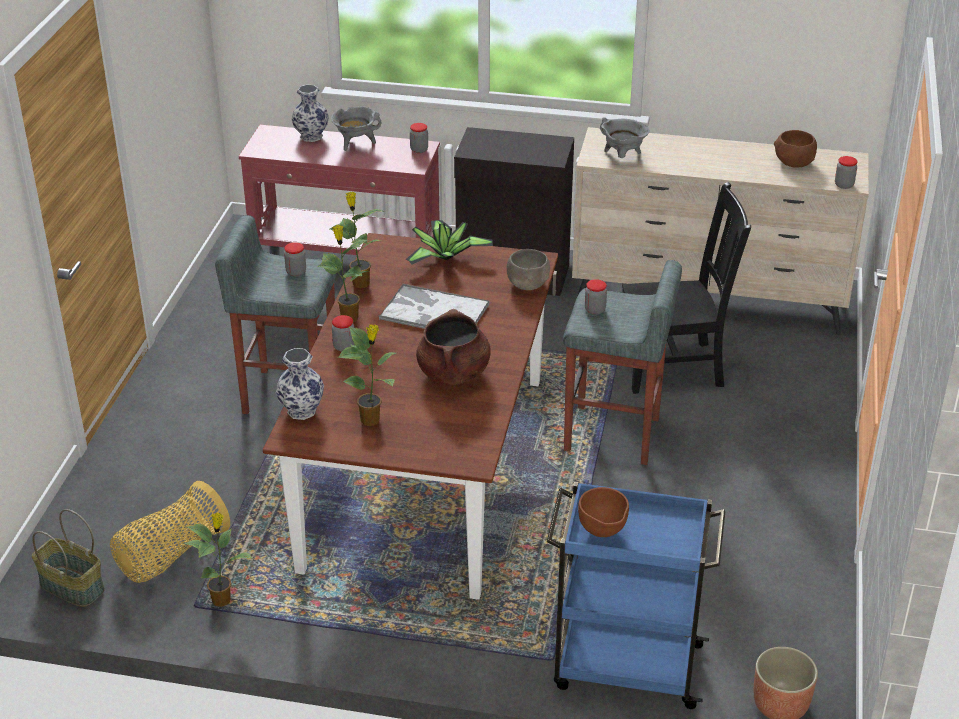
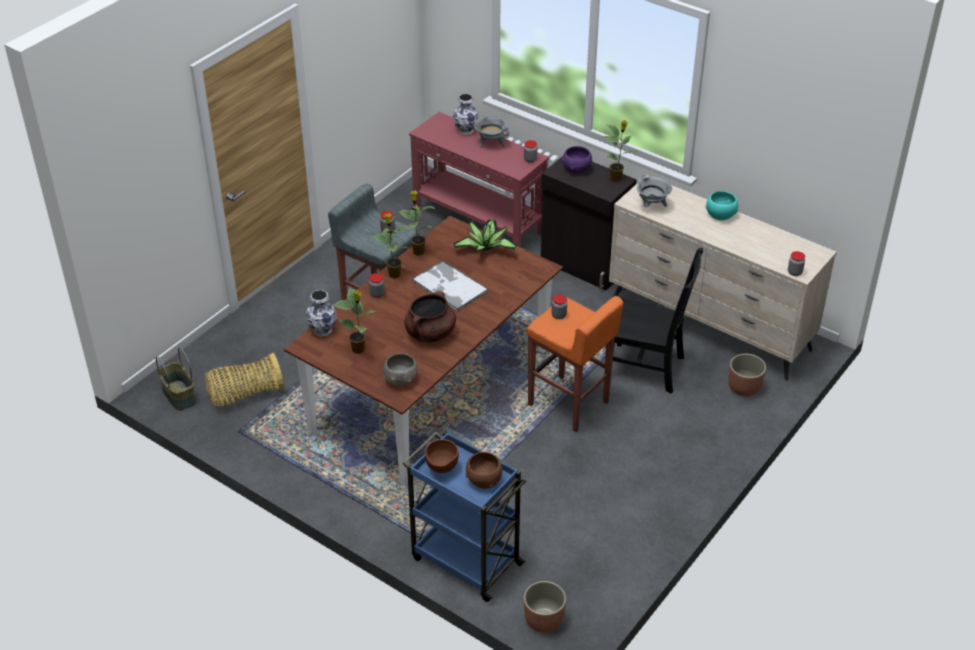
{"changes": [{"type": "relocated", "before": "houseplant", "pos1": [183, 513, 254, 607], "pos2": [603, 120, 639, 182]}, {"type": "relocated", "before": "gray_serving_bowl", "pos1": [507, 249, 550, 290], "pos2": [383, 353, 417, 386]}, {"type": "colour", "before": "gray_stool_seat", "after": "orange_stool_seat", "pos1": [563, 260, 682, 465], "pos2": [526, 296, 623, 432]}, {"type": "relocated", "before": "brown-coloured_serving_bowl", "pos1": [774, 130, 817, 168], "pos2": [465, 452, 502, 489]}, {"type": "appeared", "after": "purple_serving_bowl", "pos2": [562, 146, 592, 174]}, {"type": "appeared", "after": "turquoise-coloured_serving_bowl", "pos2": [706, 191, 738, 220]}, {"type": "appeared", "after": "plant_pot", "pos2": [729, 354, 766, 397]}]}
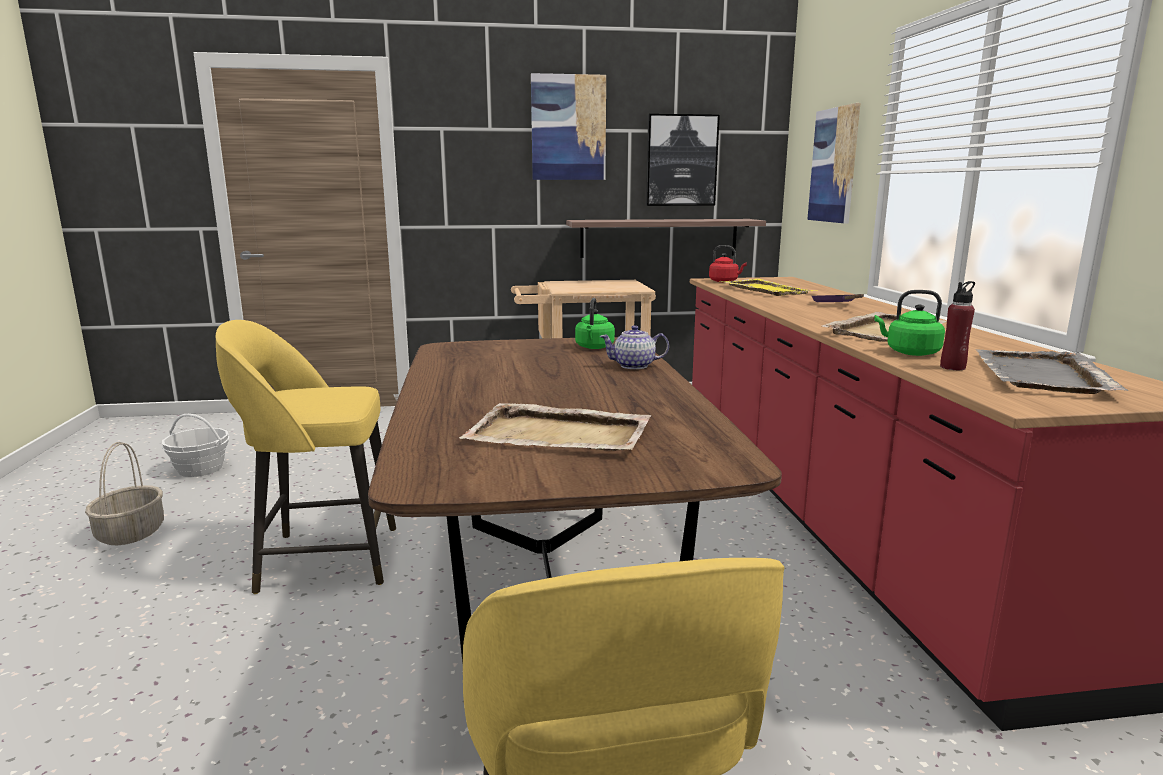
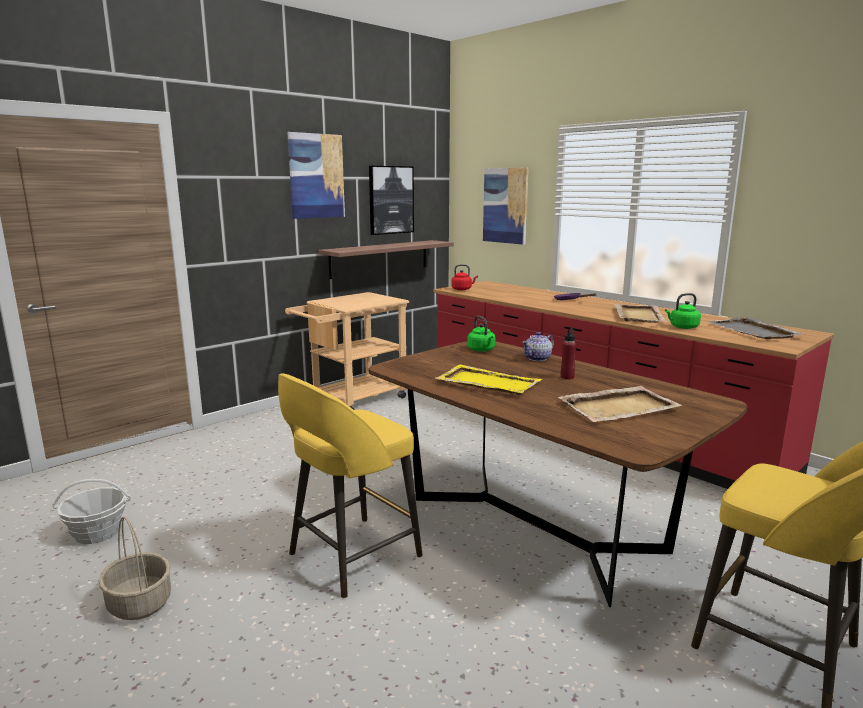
{"changes": [{"type": "relocated", "before": "yellow-coloured_carrying_tray", "pos1": [720, 279, 816, 296], "pos2": [435, 365, 542, 395]}, {"type": "relocated", "before": "reddish_drink_bottle", "pos1": [940, 281, 975, 370], "pos2": [560, 328, 576, 380]}]}
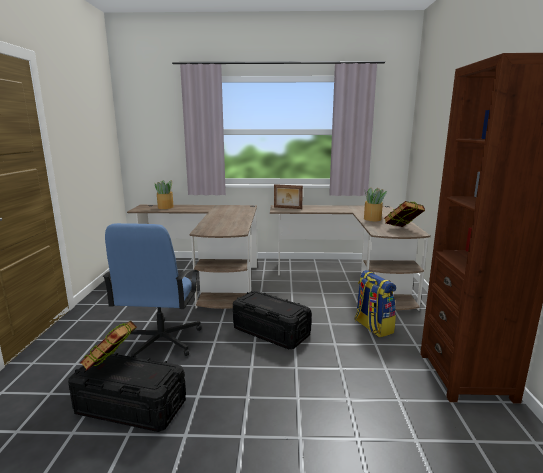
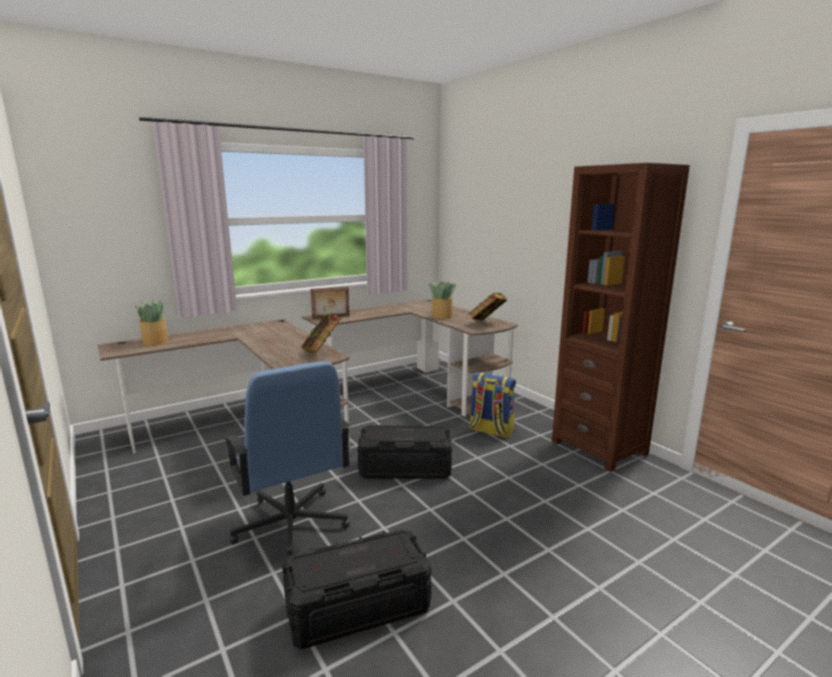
{"changes": [{"type": "relocated", "before": "volume", "pos1": [79, 321, 137, 370], "pos2": [301, 313, 341, 353]}]}
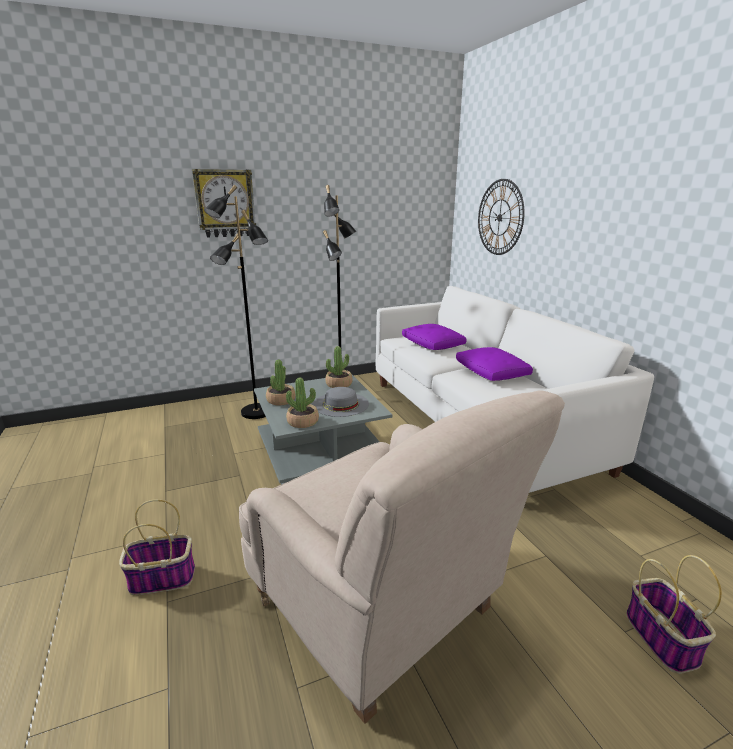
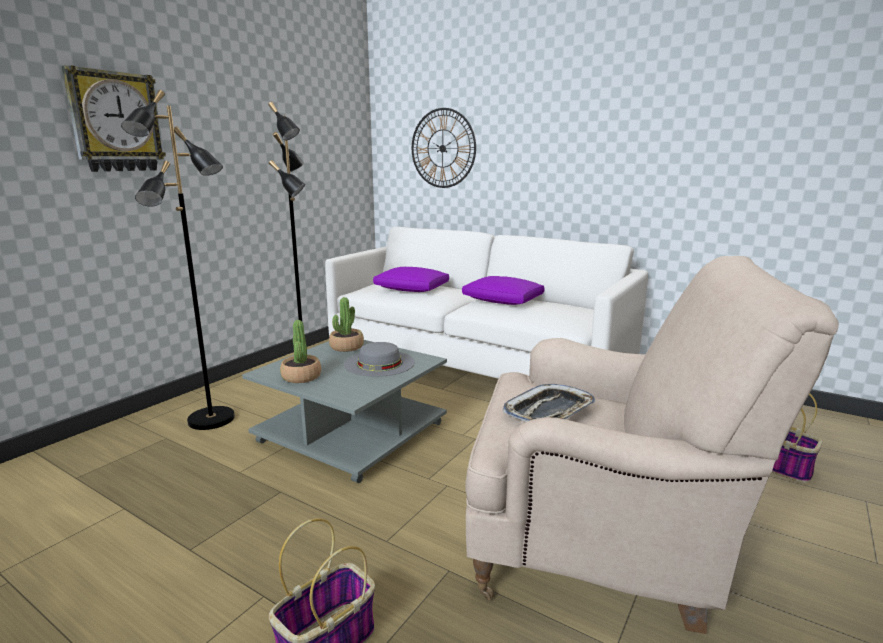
{"changes": [{"type": "missing", "before": "houseplant", "pos1": [286, 377, 319, 428]}, {"type": "appeared", "after": "carrying_tray", "pos2": [503, 384, 595, 422]}]}
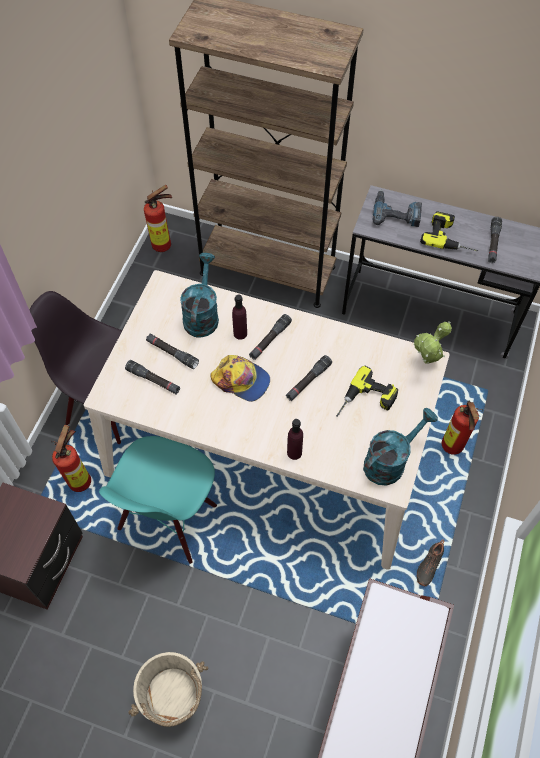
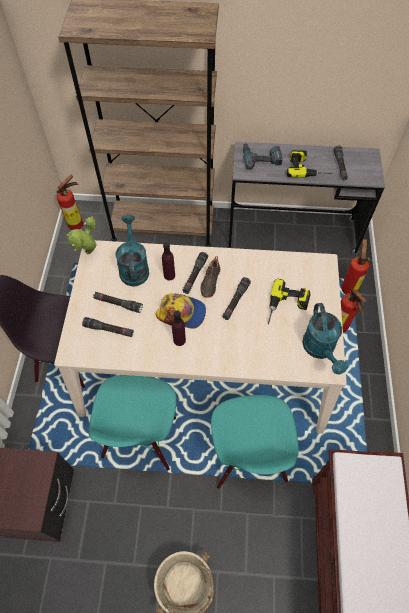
{"changes": [{"type": "relocated", "before": "extinguisher", "pos1": [51, 425, 91, 492], "pos2": [341, 239, 370, 294]}, {"type": "relocated", "before": "purple_drink_bottle", "pos1": [287, 419, 303, 460], "pos2": [172, 310, 186, 346]}, {"type": "spun", "before": "turquoise-coloured_sprinkling_can", "pos1": [363, 408, 438, 486], "pos2": [302, 303, 348, 374], "turn": 135}, {"type": "relocated", "before": "houseplant", "pos1": [413, 321, 452, 364], "pos2": [66, 216, 97, 254]}, {"type": "relocated", "before": "black_shoe", "pos1": [417, 540, 445, 587], "pos2": [201, 256, 220, 298]}, {"type": "appeared", "after": "turquoise-coloured_plain_chair", "pos2": [211, 395, 299, 489]}]}
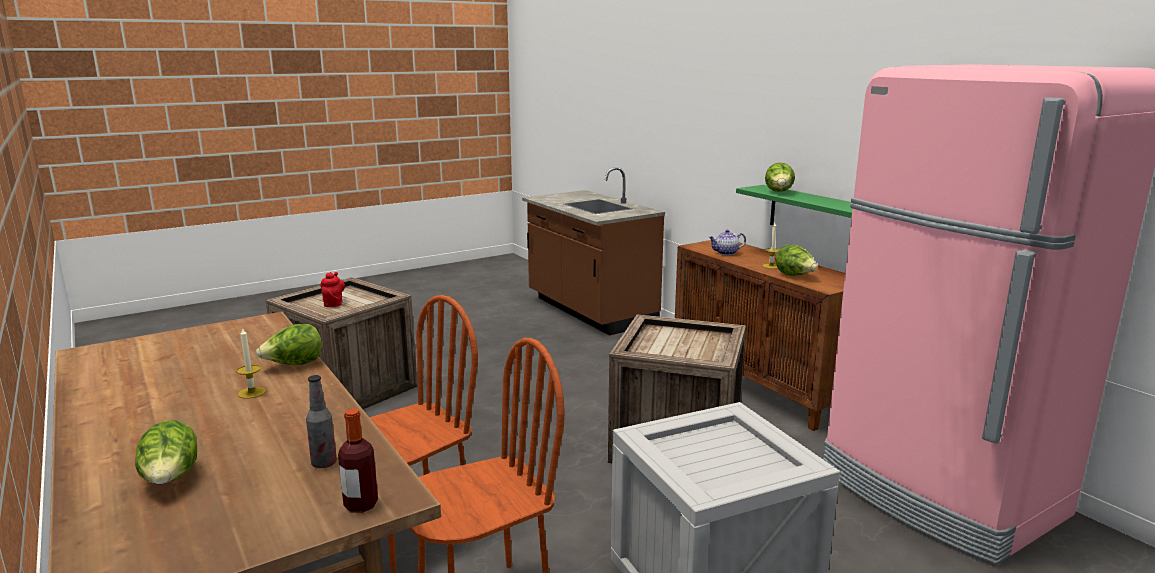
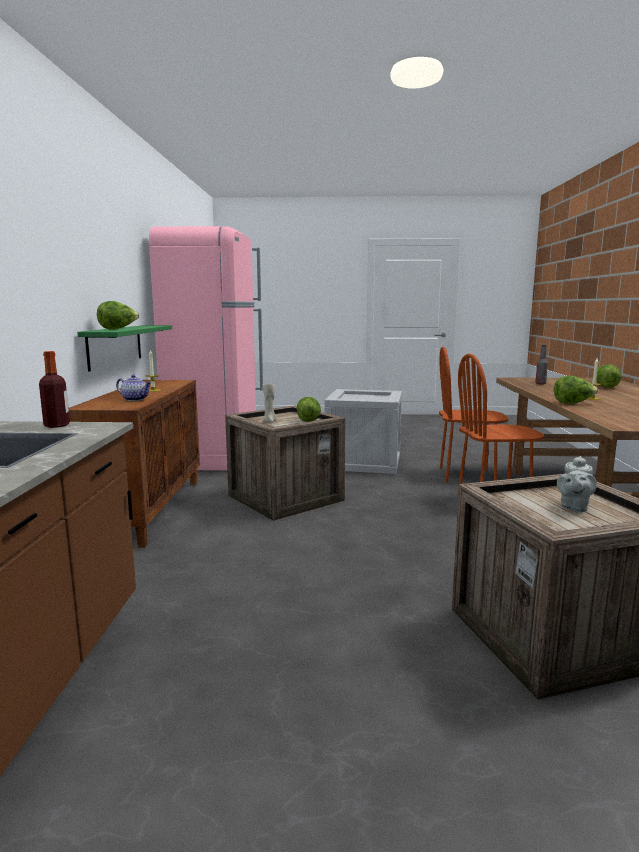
{"changes": [{"type": "colour", "before": "reddish_pot_for_tea", "after": "gray_pot_for_tea", "pos1": [320, 272, 345, 307], "pos2": [557, 456, 597, 512]}, {"type": "relocated", "before": "drink_bottle", "pos1": [338, 409, 378, 513], "pos2": [39, 351, 70, 428]}, {"type": "relocated", "before": "head_of_lettuce", "pos1": [775, 245, 818, 276], "pos2": [297, 397, 321, 422]}, {"type": "appeared", "after": "beige-coloured_wax_candle", "pos2": [263, 381, 277, 422]}]}
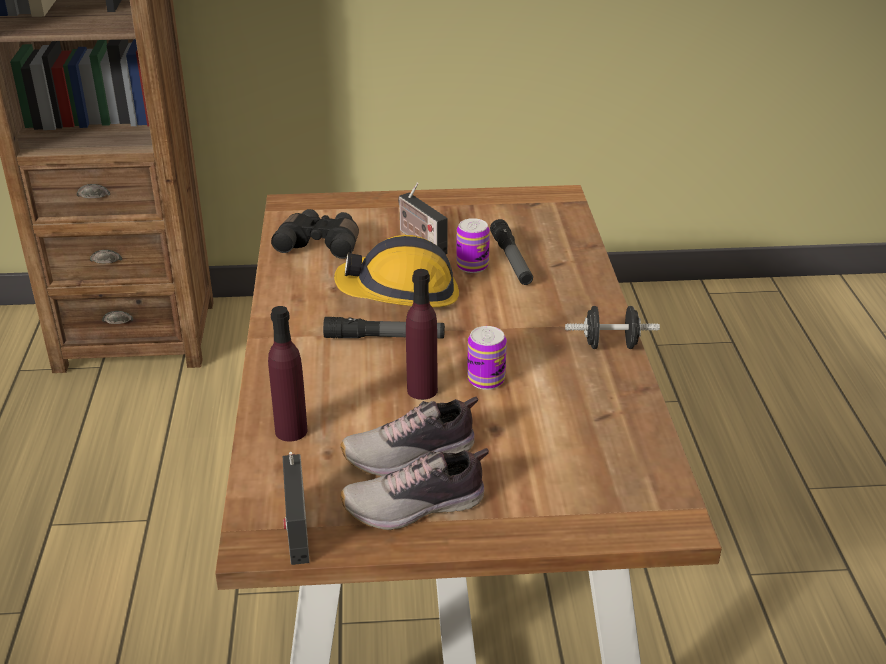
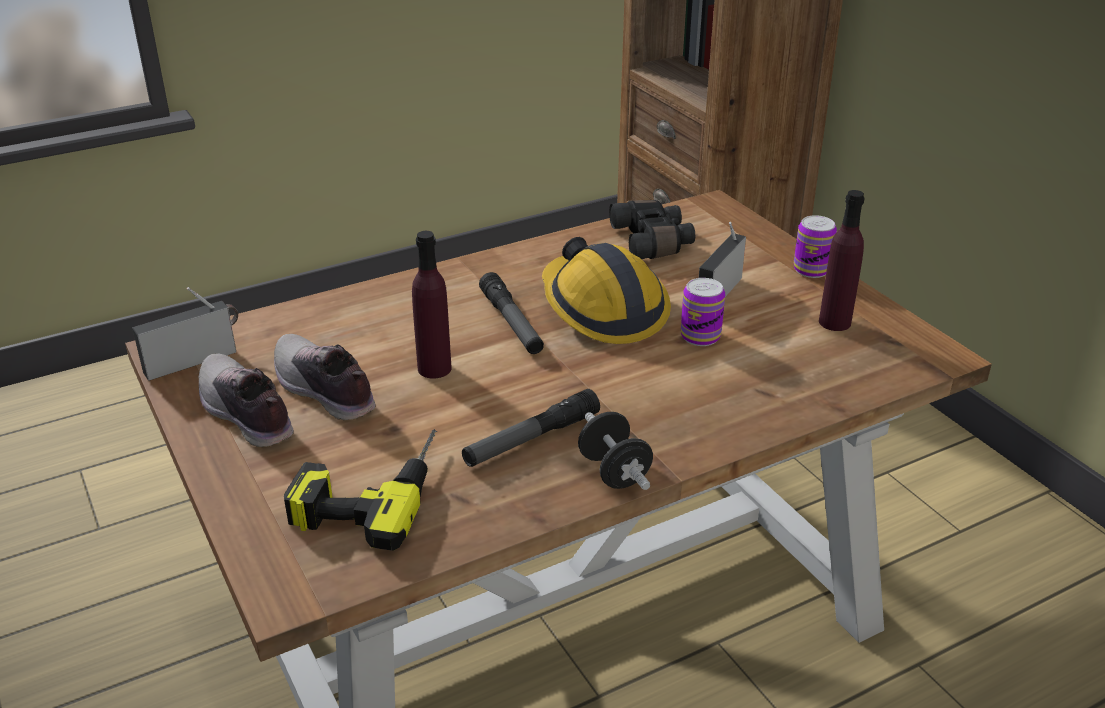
{"changes": [{"type": "relocated", "before": "purple_drink_bottle", "pos1": [268, 306, 307, 442], "pos2": [819, 190, 865, 331]}, {"type": "relocated", "before": "sealed_can", "pos1": [467, 326, 507, 390], "pos2": [794, 215, 837, 278]}, {"type": "relocated", "before": "flashlight", "pos1": [490, 219, 533, 285], "pos2": [462, 389, 600, 467]}, {"type": "appeared", "after": "electric_drill", "pos2": [284, 429, 437, 551]}]}
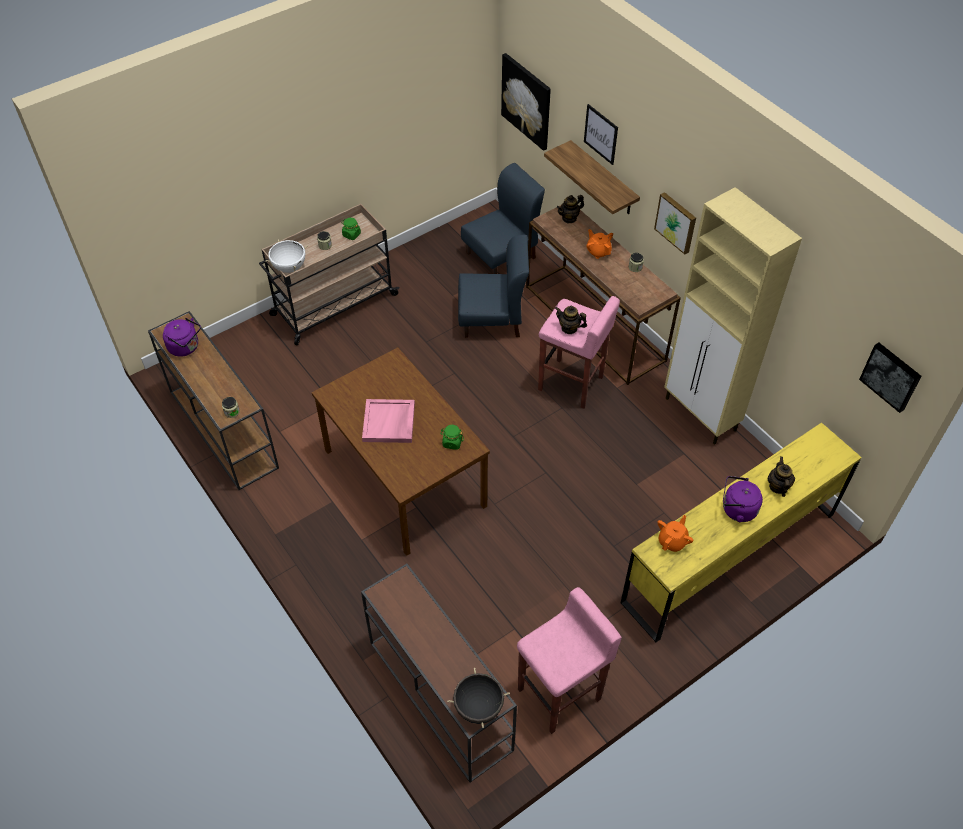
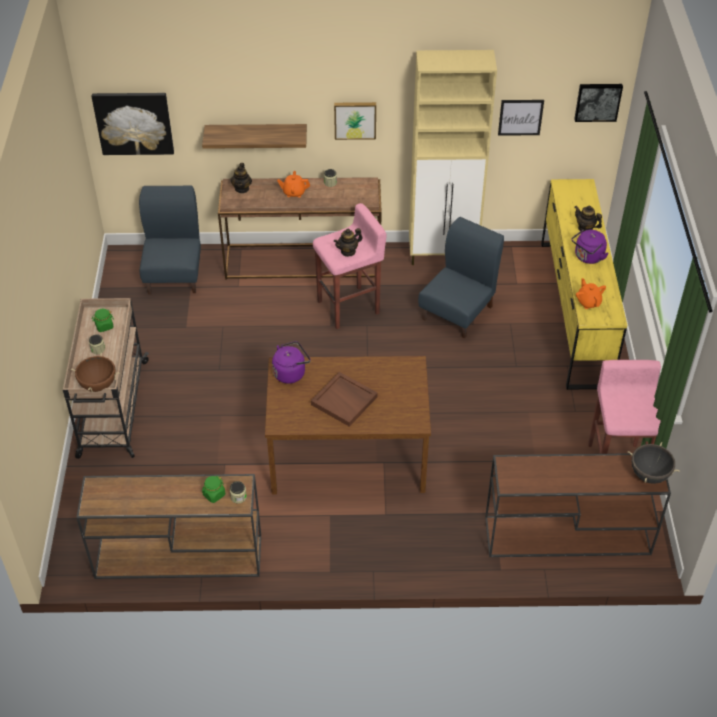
{"changes": [{"type": "relocated", "before": "purple_kettle", "pos1": [163, 318, 201, 357], "pos2": [272, 341, 311, 384]}, {"type": "colour", "before": "white-coloured_stockpot", "after": "brown-coloured_stockpot", "pos1": [266, 239, 308, 273], "pos2": [71, 353, 119, 392]}, {"type": "colour", "before": "pinkish_carrying_tray", "after": "brown-coloured_carrying_tray", "pos1": [362, 399, 415, 443], "pos2": [311, 372, 378, 427]}, {"type": "relocated", "before": "green_storage_jar", "pos1": [440, 425, 464, 450], "pos2": [202, 476, 225, 503]}, {"type": "relocated", "before": "bluish_plain_chair", "pos1": [458, 235, 529, 338], "pos2": [418, 217, 504, 339]}, {"type": "relocated", "before": "wall_art", "pos1": [584, 104, 618, 165], "pos2": [498, 100, 544, 136]}]}
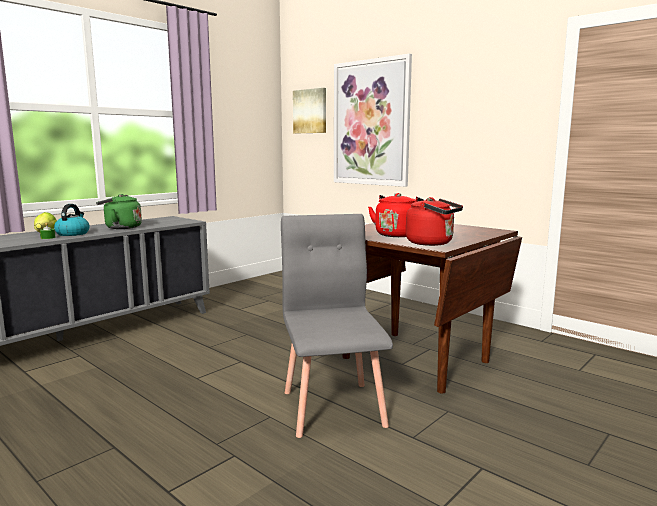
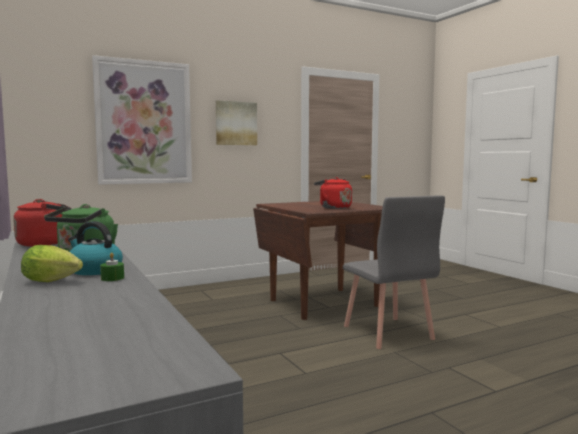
{"changes": [{"type": "spun", "before": "gray_plain_chair", "pos1": [281, 214, 393, 438], "pos2": [343, 195, 445, 349], "turn": -120}, {"type": "relocated", "before": "wall_art", "pos1": [293, 88, 326, 133], "pos2": [216, 100, 257, 145]}, {"type": "relocated", "before": "reddish_kettle", "pos1": [406, 197, 463, 246], "pos2": [13, 199, 71, 247]}]}
